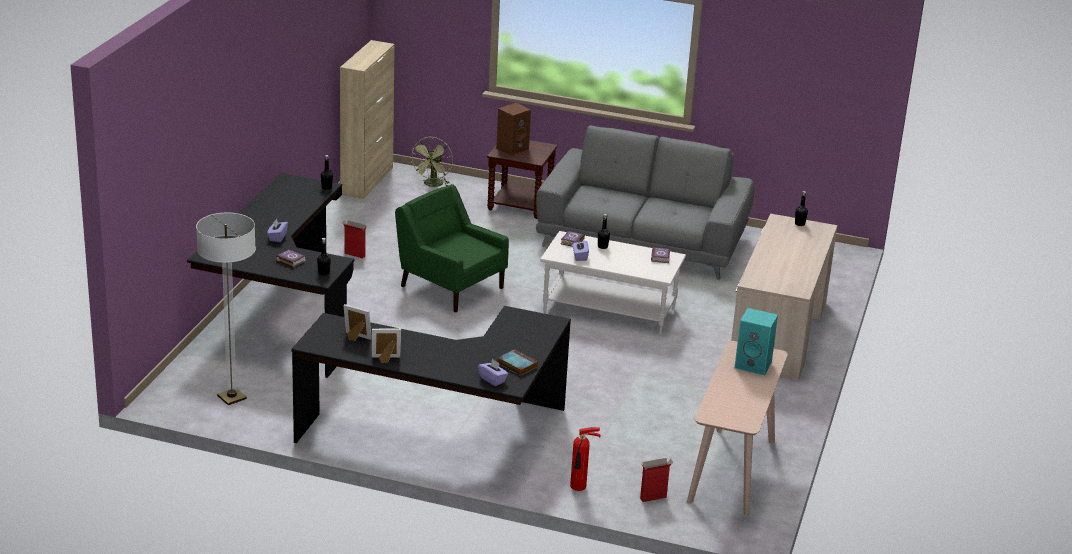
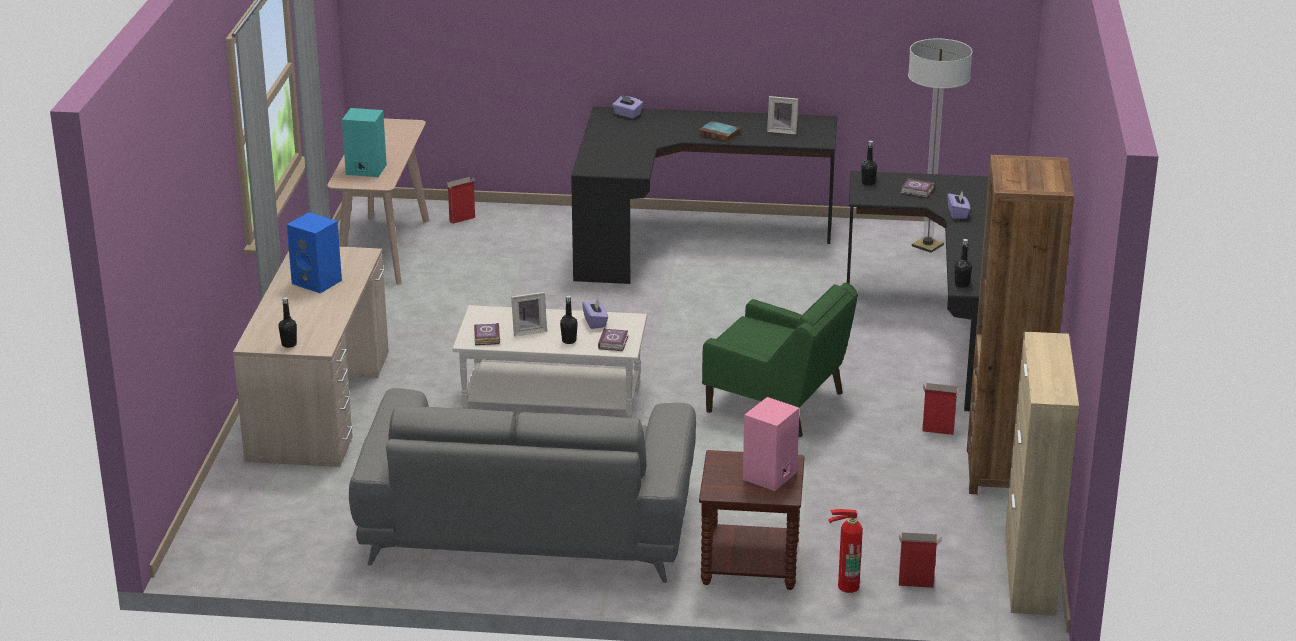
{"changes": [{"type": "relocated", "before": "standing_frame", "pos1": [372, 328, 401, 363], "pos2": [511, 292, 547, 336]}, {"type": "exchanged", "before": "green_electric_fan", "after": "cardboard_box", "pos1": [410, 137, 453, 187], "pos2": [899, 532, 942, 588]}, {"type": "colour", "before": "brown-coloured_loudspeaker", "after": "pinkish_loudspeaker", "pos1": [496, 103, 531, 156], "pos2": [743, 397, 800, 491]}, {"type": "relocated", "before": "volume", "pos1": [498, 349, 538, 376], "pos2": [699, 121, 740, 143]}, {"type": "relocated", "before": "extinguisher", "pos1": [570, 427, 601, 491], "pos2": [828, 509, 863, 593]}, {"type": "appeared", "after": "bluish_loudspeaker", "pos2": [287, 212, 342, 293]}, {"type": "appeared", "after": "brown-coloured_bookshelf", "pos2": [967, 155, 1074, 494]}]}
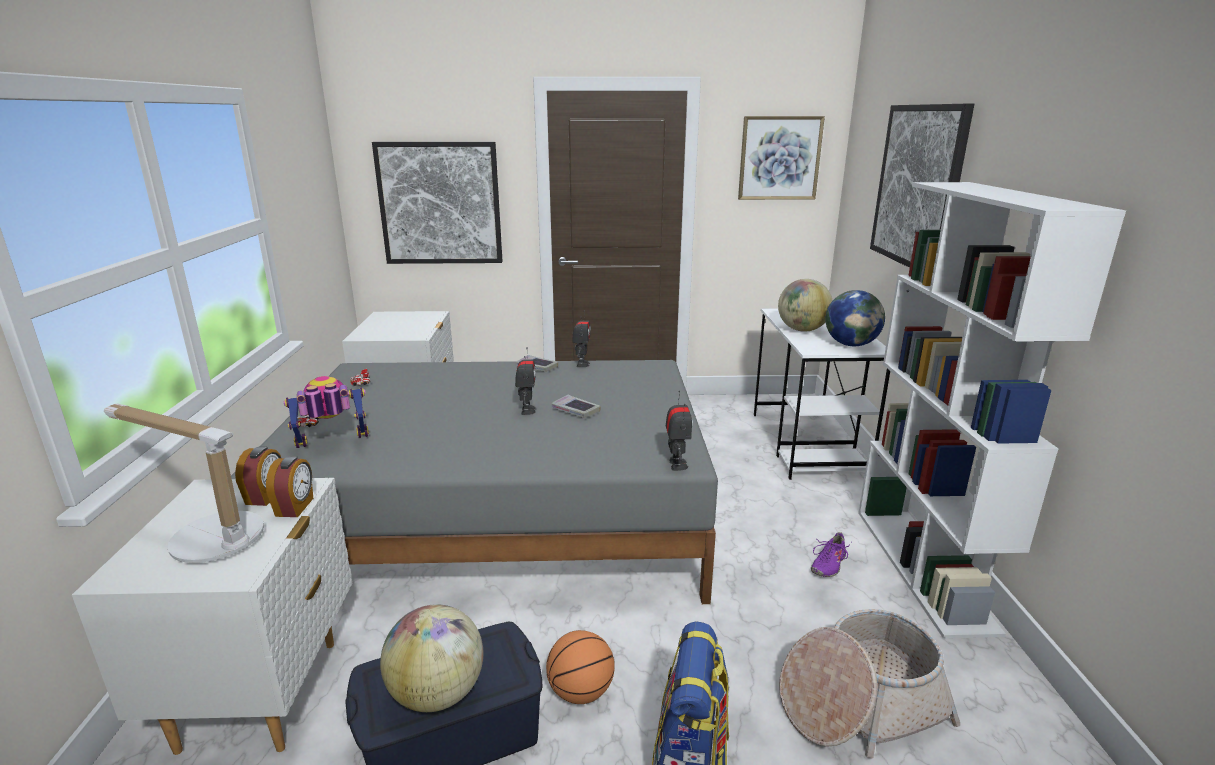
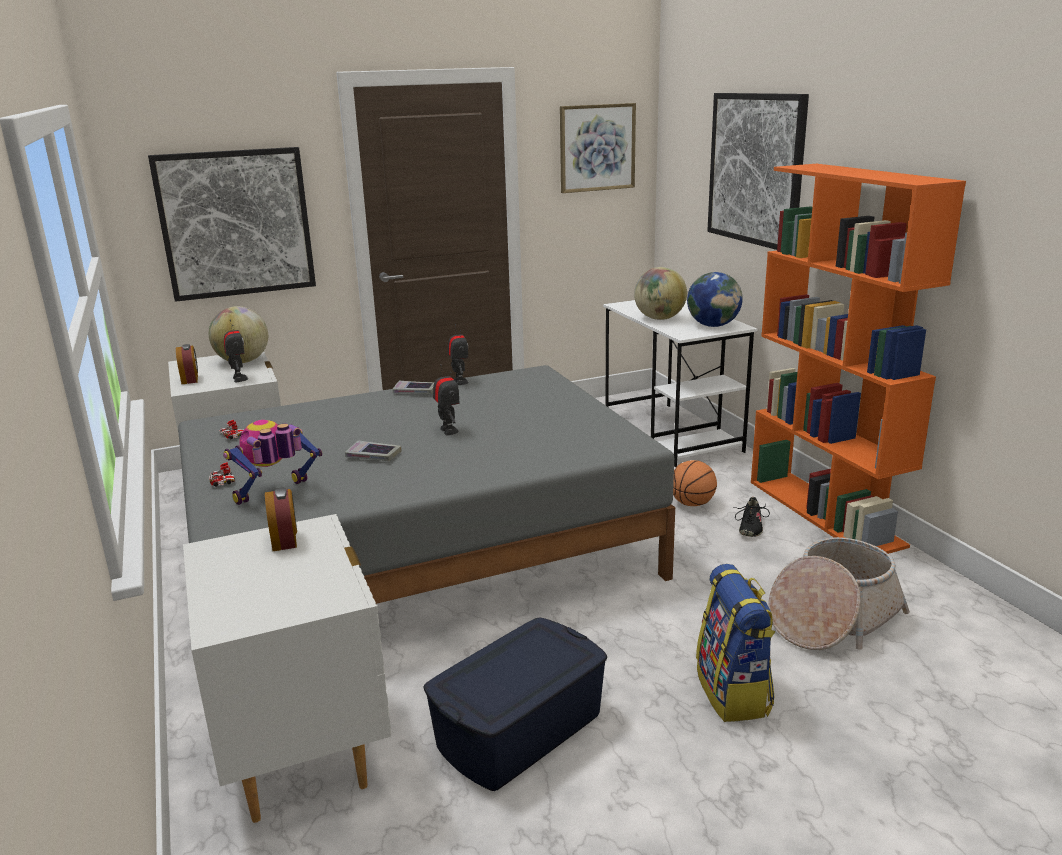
{"changes": [{"type": "missing", "before": "lamp_for_a_table", "pos1": [104, 403, 264, 563]}, {"type": "relocated", "before": "bedside_clock", "pos1": [266, 456, 313, 517], "pos2": [176, 344, 198, 384]}, {"type": "relocated", "before": "desk_globe", "pos1": [380, 604, 483, 712], "pos2": [209, 306, 268, 363]}, {"type": "relocated", "before": "basketball", "pos1": [546, 630, 615, 704], "pos2": [673, 460, 717, 506]}, {"type": "relocated", "before": "volume", "pos1": [551, 395, 601, 418], "pos2": [345, 440, 401, 461]}, {"type": "relocated", "before": "robot_figure", "pos1": [666, 391, 693, 471], "pos2": [224, 319, 248, 382]}, {"type": "colour", "before": "purple_shoe", "after": "black_shoe", "pos1": [811, 532, 851, 577], "pos2": [733, 497, 770, 537]}, {"type": "colour", "before": "white-coloured_bookshelf", "after": "orange_bookshelf", "pos1": [858, 182, 1126, 639], "pos2": [751, 164, 966, 554]}]}
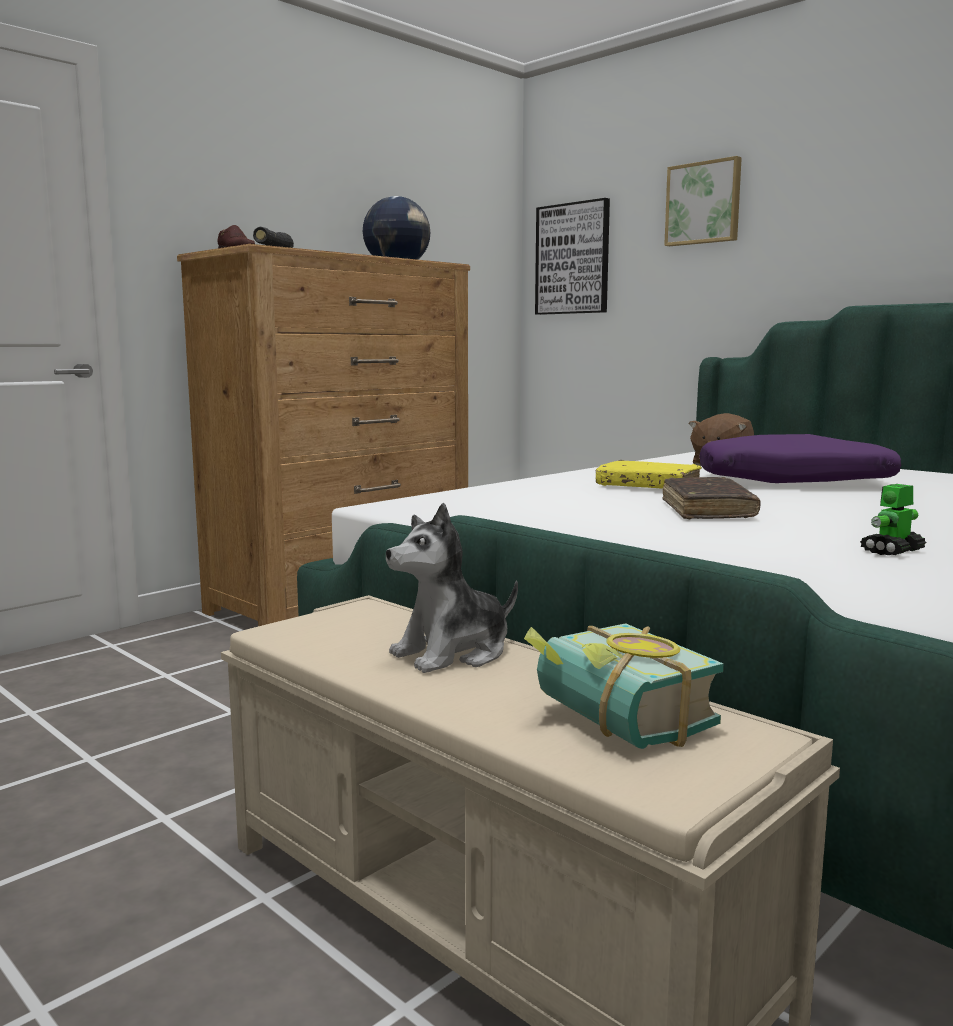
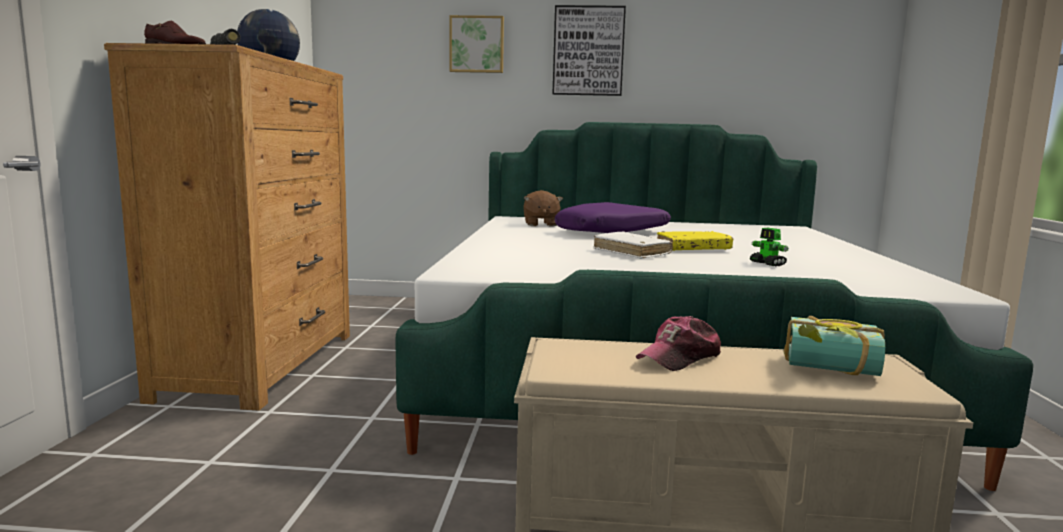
{"changes": [{"type": "exchanged", "before": "plush_toy", "after": "baseball_cap", "pos1": [386, 503, 518, 673], "pos2": [636, 316, 721, 371]}, {"type": "relocated", "before": "wall_art", "pos1": [535, 198, 610, 315], "pos2": [553, 5, 626, 96]}, {"type": "relocated", "before": "yellow-coloured_volume", "pos1": [596, 460, 702, 489], "pos2": [657, 231, 733, 251]}, {"type": "colour", "before": "brown-coloured_volume", "after": "white-coloured_volume", "pos1": [663, 477, 760, 519], "pos2": [593, 231, 673, 259]}, {"type": "spun", "before": "robot_figure", "pos1": [860, 484, 927, 555], "pos2": [750, 228, 789, 266], "turn": -45}]}
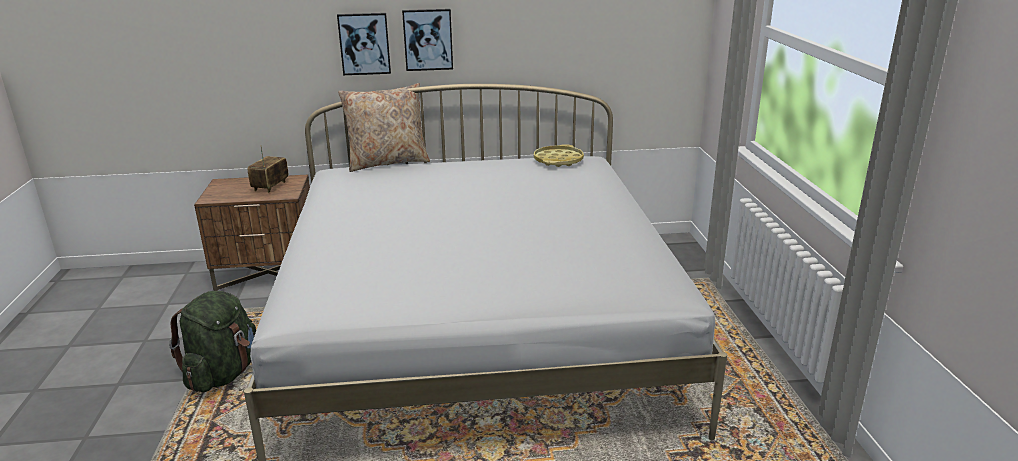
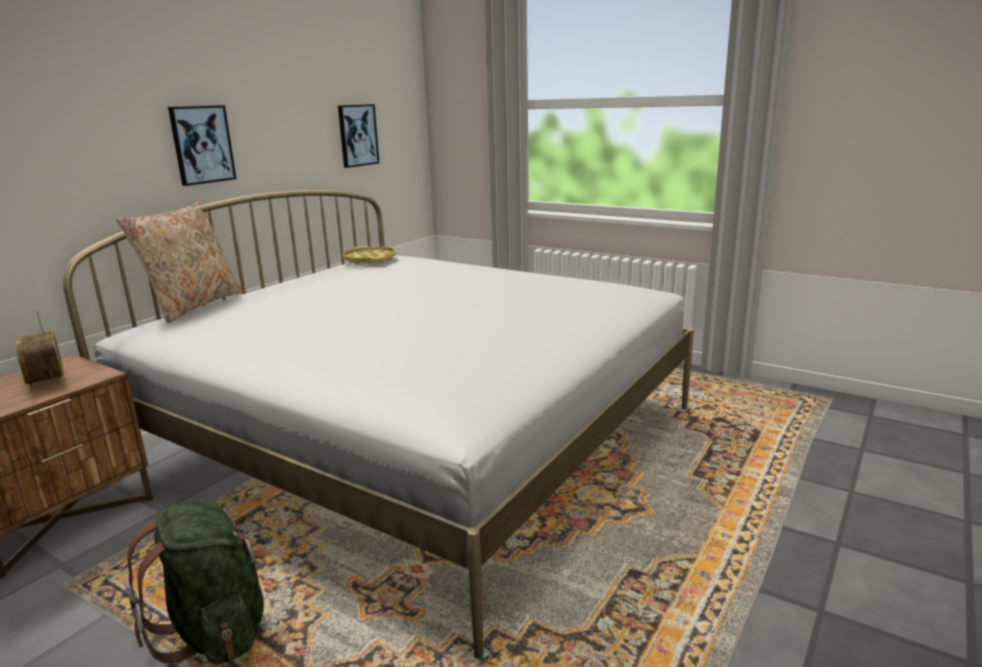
{"changes": [{"type": "relocated", "before": "wall_art", "pos1": [337, 13, 391, 75], "pos2": [338, 104, 379, 168]}]}
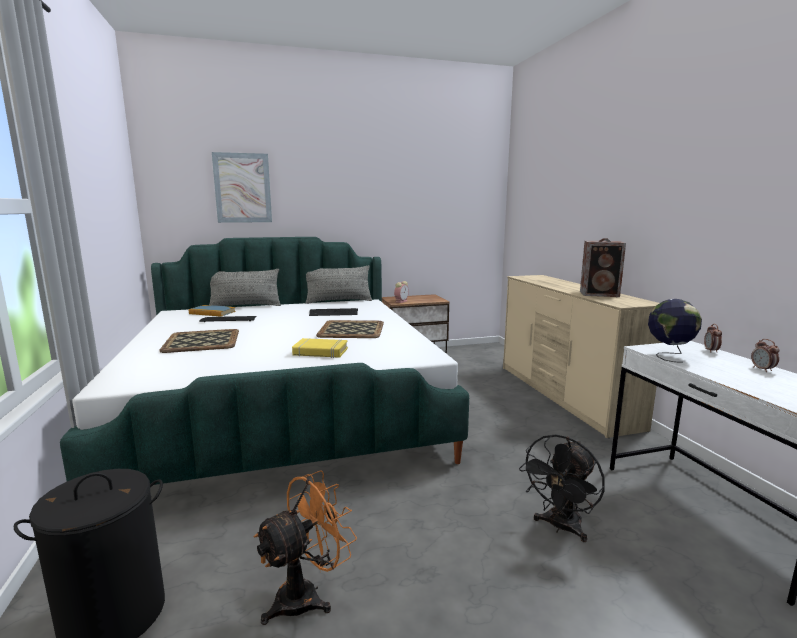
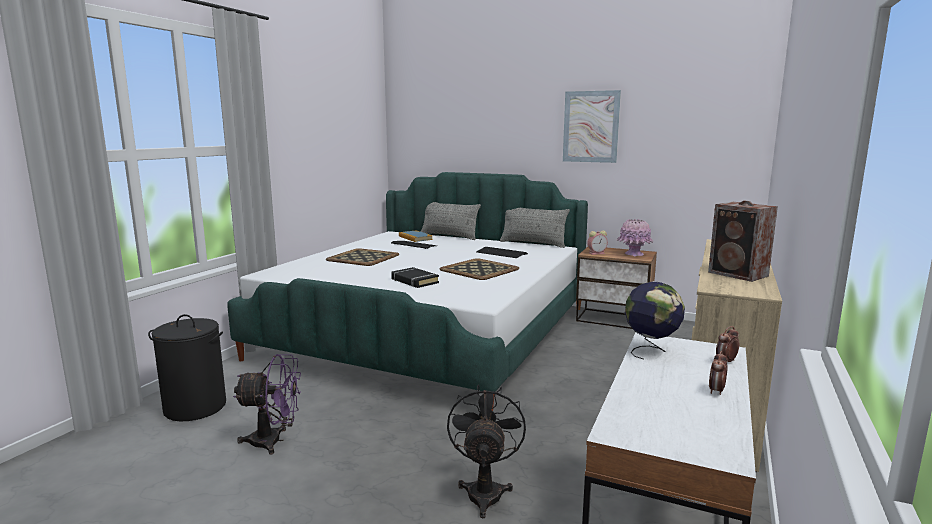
{"changes": [{"type": "relocated", "before": "wall_art", "pos1": [212, 152, 272, 223], "pos2": [563, 90, 621, 163]}, {"type": "colour", "before": "orange_electric_fan", "after": "purple_electric_fan", "pos1": [254, 470, 357, 625], "pos2": [233, 354, 301, 455]}, {"type": "colour", "before": "yellow-coloured_volume", "after": "black_volume", "pos1": [292, 338, 348, 358], "pos2": [391, 267, 439, 288]}, {"type": "spun", "before": "black_electric_fan", "pos1": [519, 434, 605, 542], "pos2": [447, 385, 526, 518], "turn": 105}, {"type": "appeared", "after": "pinkish_vase", "pos2": [616, 219, 653, 256]}]}
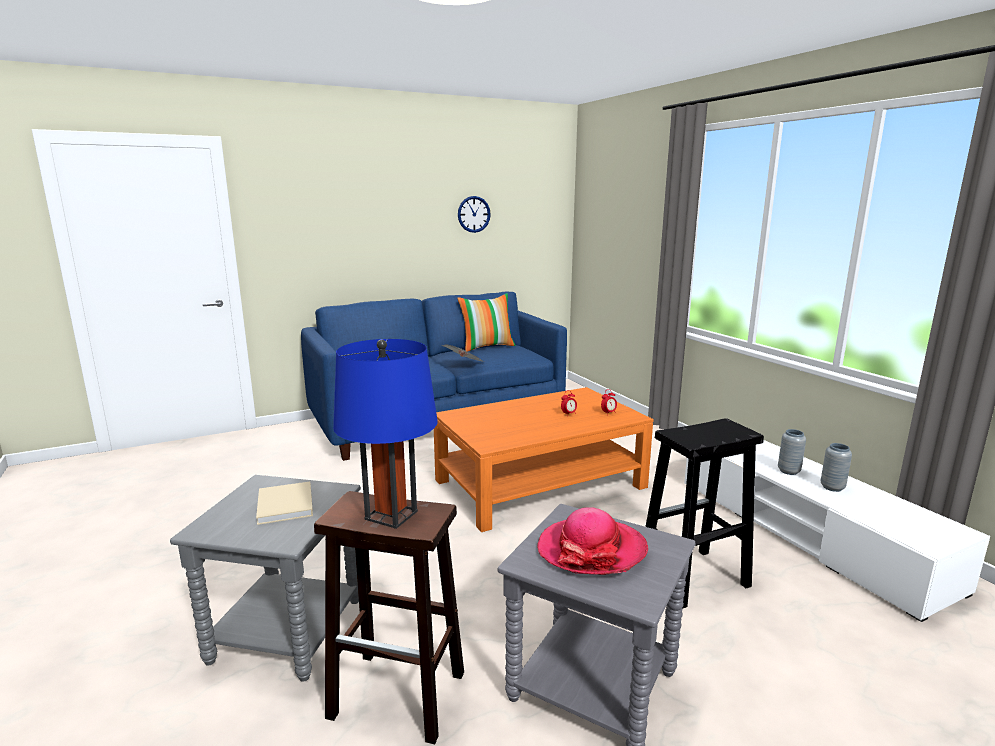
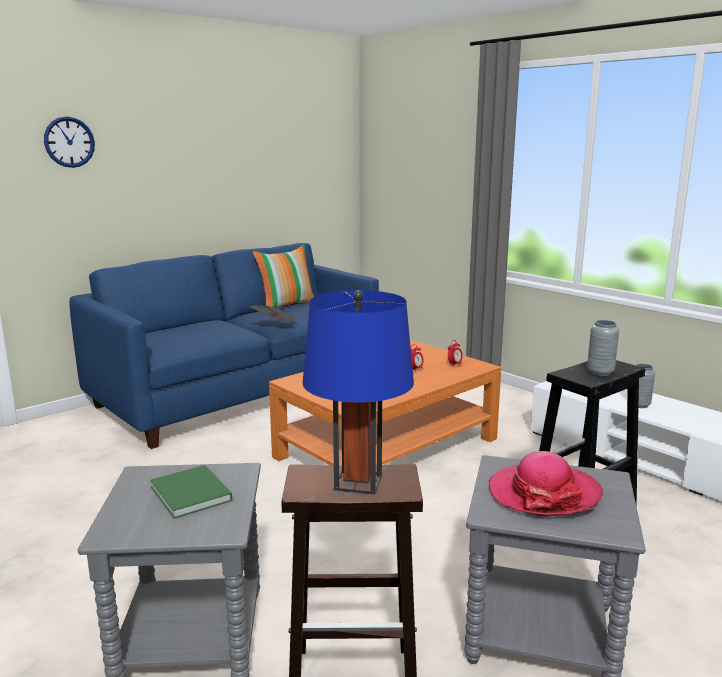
{"changes": [{"type": "colour", "before": "beige-coloured_volume", "after": "green_volume", "pos1": [256, 481, 313, 525], "pos2": [150, 465, 232, 519]}, {"type": "relocated", "before": "clock_on_the_wall", "pos1": [458, 196, 491, 233], "pos2": [44, 117, 95, 168]}, {"type": "relocated", "before": "gray_vase", "pos1": [821, 443, 852, 492], "pos2": [587, 320, 619, 376]}]}
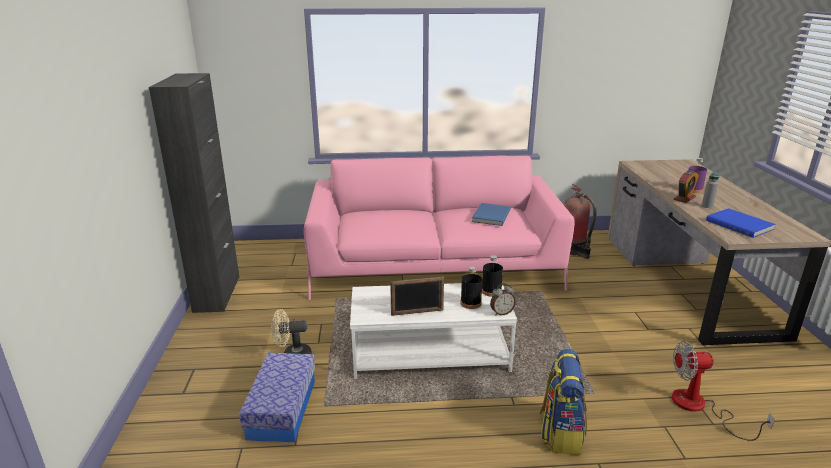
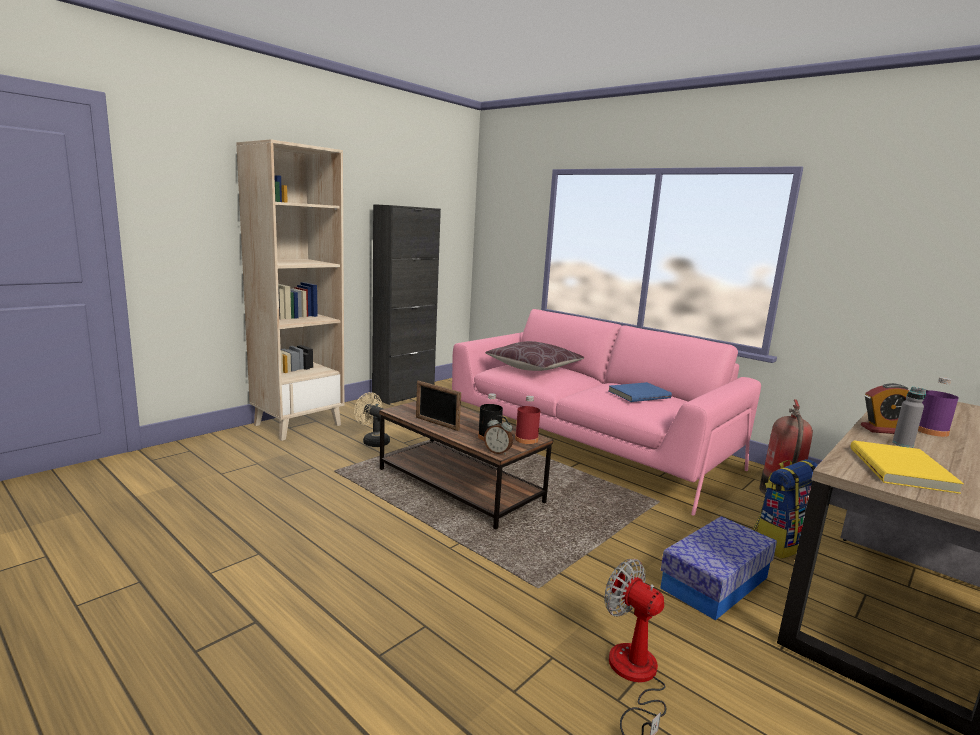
{"changes": [{"type": "relocated", "before": "storage_bin", "pos1": [239, 353, 315, 442], "pos2": [660, 516, 777, 620]}, {"type": "colour", "before": "white-coloured_low_table", "after": "brown-coloured_low_table", "pos1": [350, 283, 517, 379], "pos2": [379, 401, 553, 530]}, {"type": "colour", "before": "black_drink_bottle", "after": "reddish_drink_bottle", "pos1": [482, 255, 503, 297], "pos2": [515, 396, 540, 444]}, {"type": "relocated", "before": "rucksack", "pos1": [540, 349, 587, 455], "pos2": [753, 459, 818, 559]}, {"type": "colour", "before": "bluish_volume", "after": "yellow-coloured_volume", "pos1": [706, 208, 776, 238], "pos2": [851, 441, 964, 494]}, {"type": "appeared", "after": "beige-coloured_bookshelf", "pos2": [236, 139, 344, 441]}, {"type": "appeared", "after": "brown-coloured_pillow", "pos2": [485, 341, 584, 371]}]}
